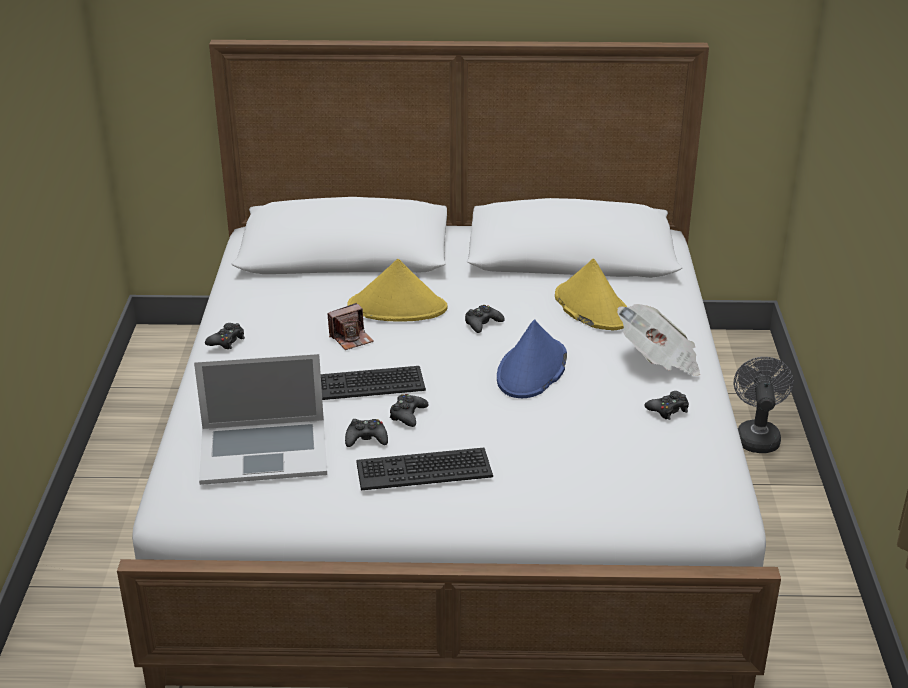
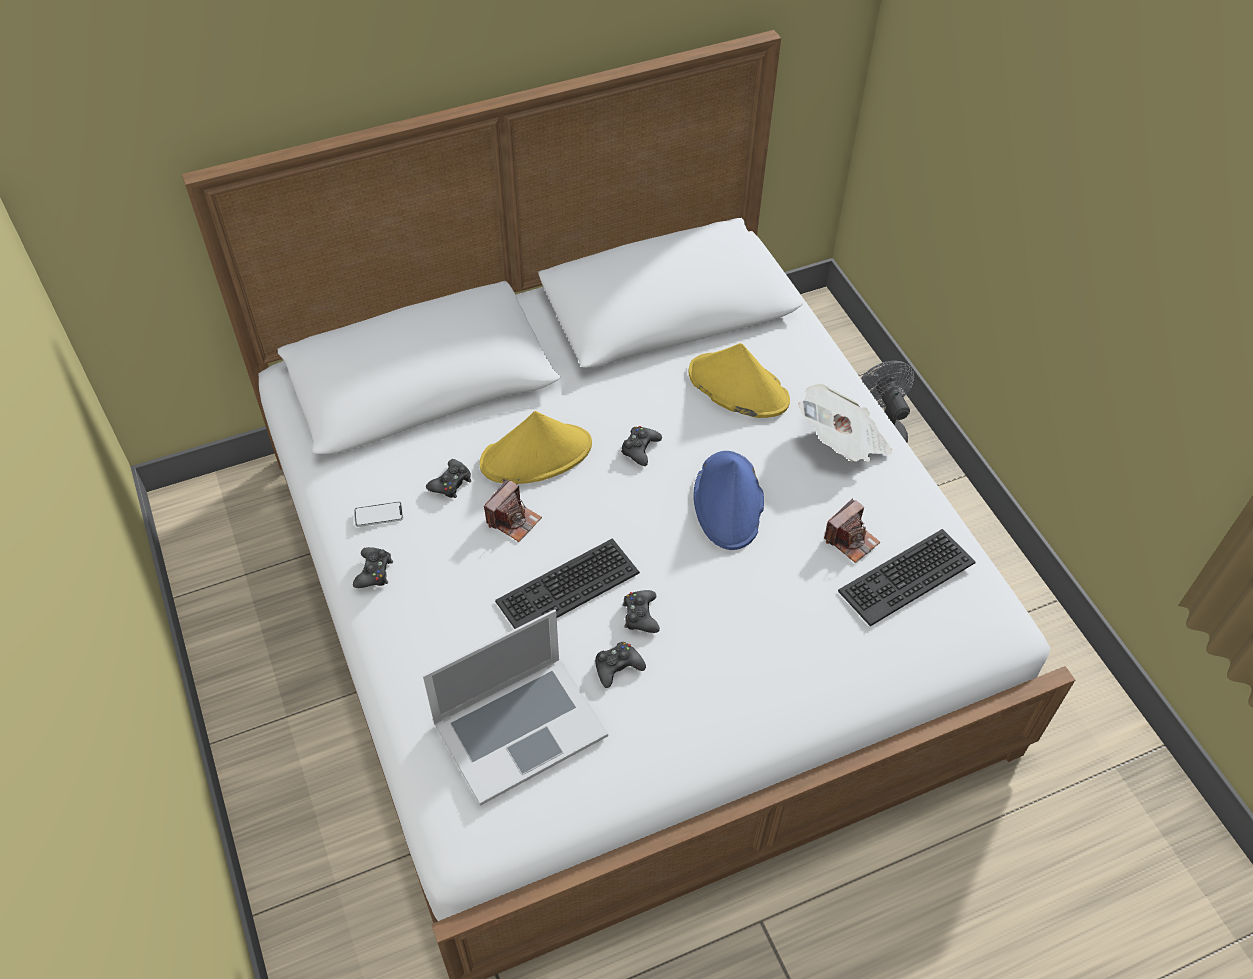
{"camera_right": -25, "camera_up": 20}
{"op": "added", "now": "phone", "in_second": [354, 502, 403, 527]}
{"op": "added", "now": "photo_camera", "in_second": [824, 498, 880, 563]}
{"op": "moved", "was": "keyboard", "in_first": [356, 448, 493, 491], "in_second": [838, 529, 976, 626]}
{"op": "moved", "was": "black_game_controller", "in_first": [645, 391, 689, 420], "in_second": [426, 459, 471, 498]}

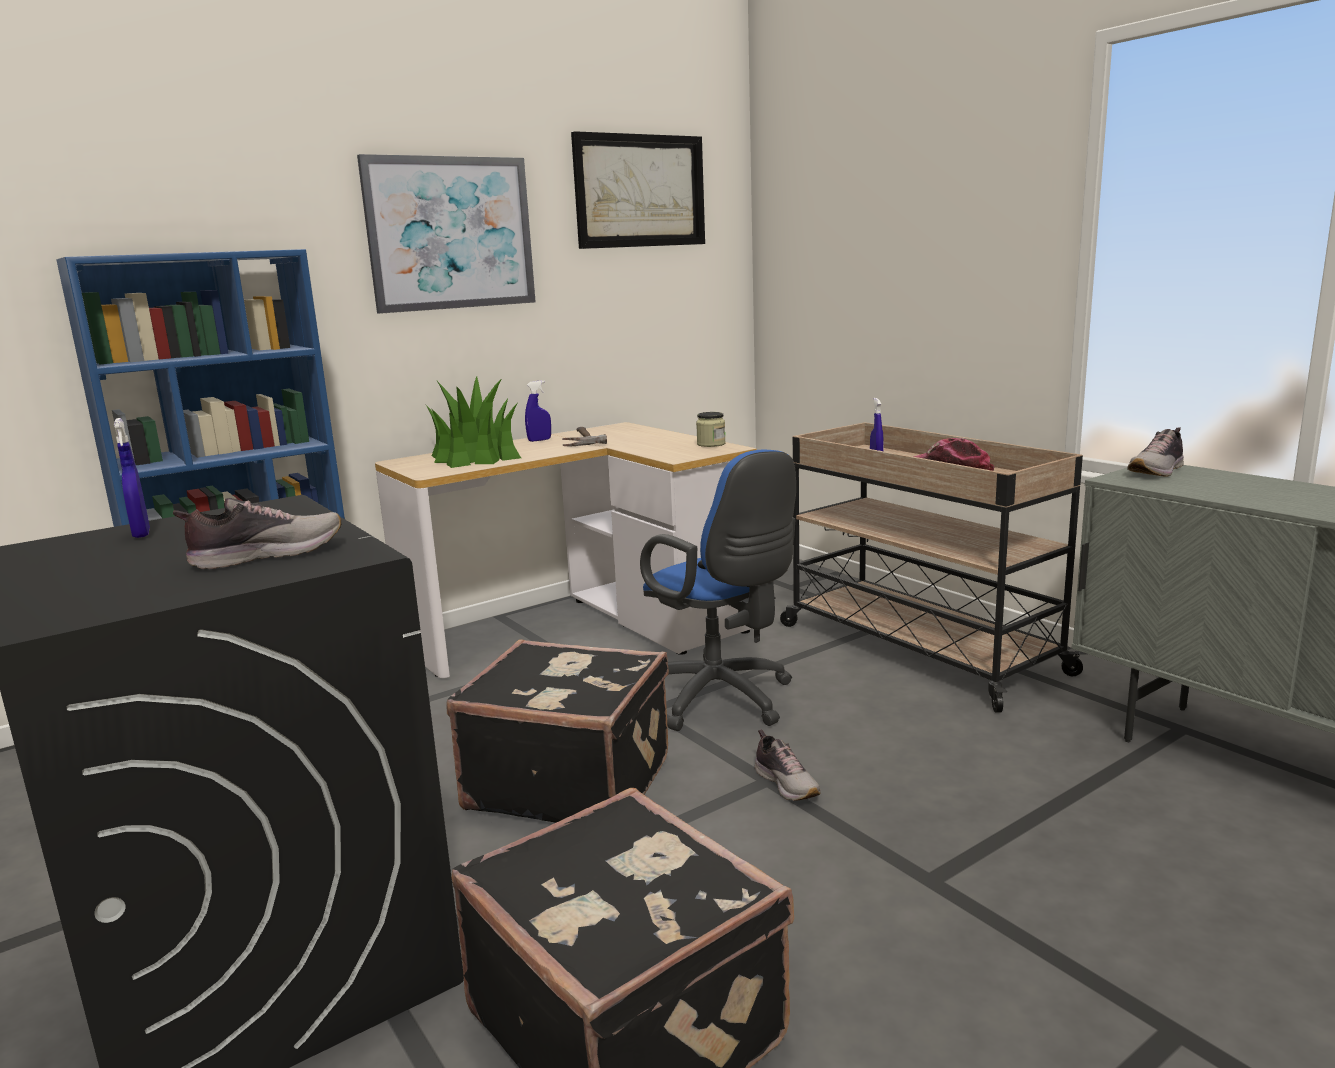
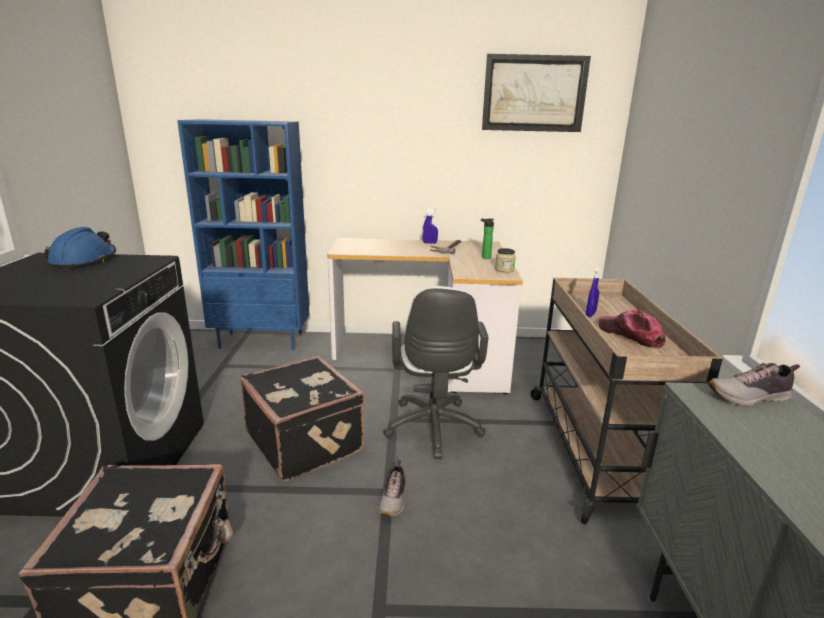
{"camera_right": 35, "camera_up": 5}
{"op": "removed", "was": "shoe", "in_first": [173, 498, 341, 569]}
{"op": "removed", "was": "picture", "in_first": [357, 154, 536, 314]}
{"op": "removed", "was": "potted_plant", "in_first": [426, 377, 521, 468]}
{"op": "added", "now": "bottle", "in_second": [481, 218, 494, 259]}
{"op": "replaced", "was": "blue_spray_bottle", "now": "blue_hard_hat", "in_first": [114, 418, 150, 538], "in_second": [44, 227, 116, 269]}
{"op": "recoloured", "was": "blue_office_chair", "now": "white_office_chair", "in_first": [640, 450, 796, 731], "in_second": [383, 286, 488, 459]}

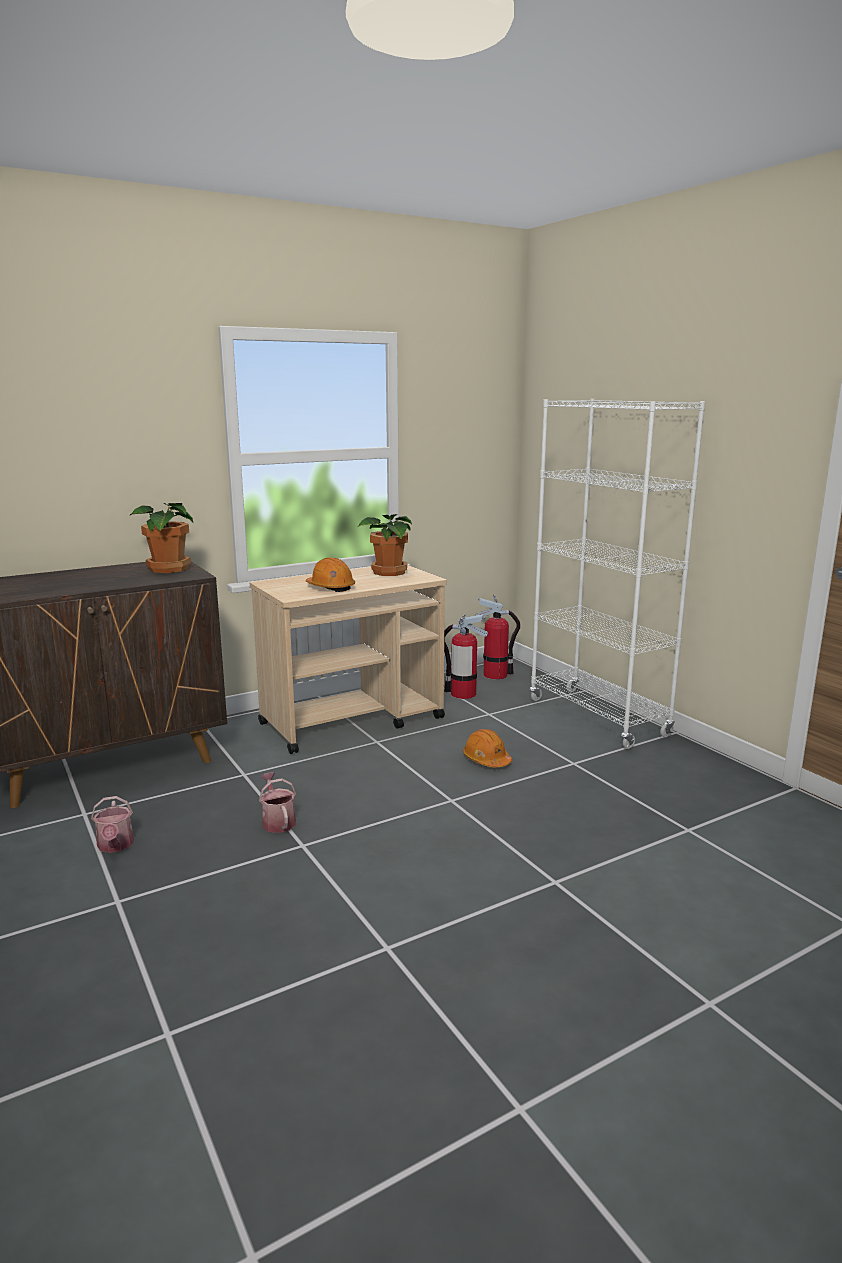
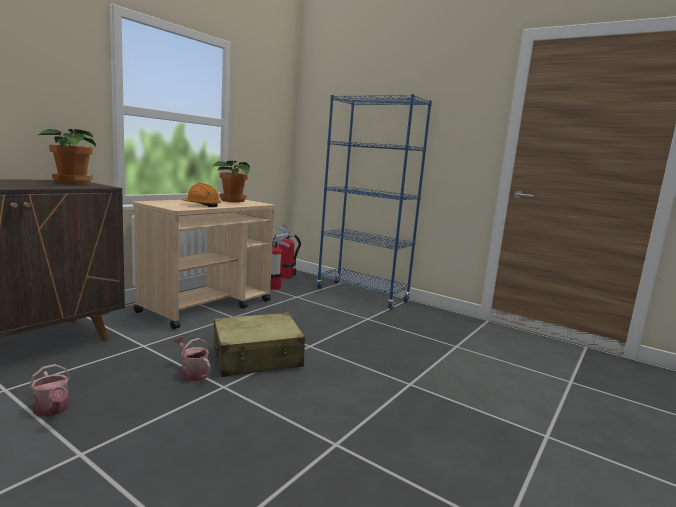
{"camera_right": -25, "camera_up": -5}
{"op": "removed", "was": "orange_hard_hat", "in_first": [463, 729, 512, 767]}
{"op": "added", "now": "beige_suitcase", "in_second": [214, 312, 305, 377]}
{"op": "recoloured", "was": "white_bookcase", "now": "blue_bookcase", "in_first": [530, 399, 705, 749], "in_second": [317, 94, 432, 309]}

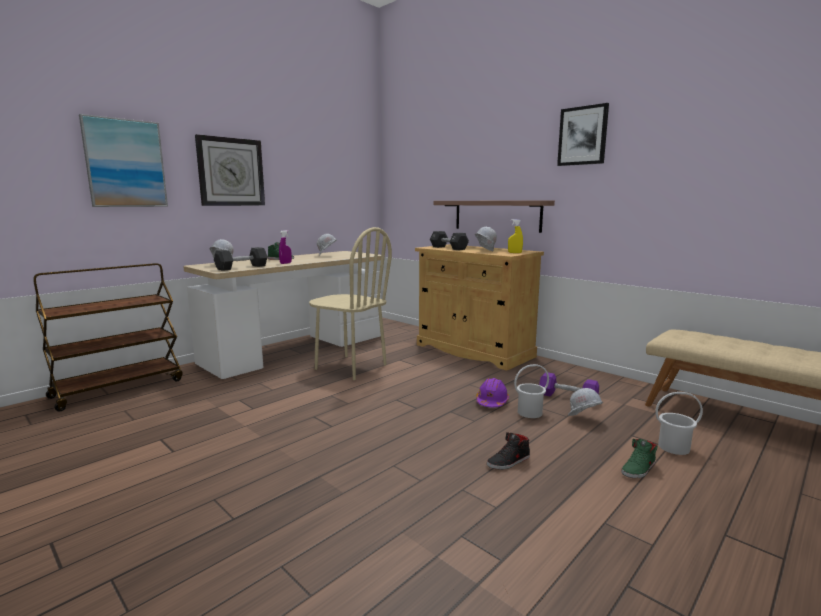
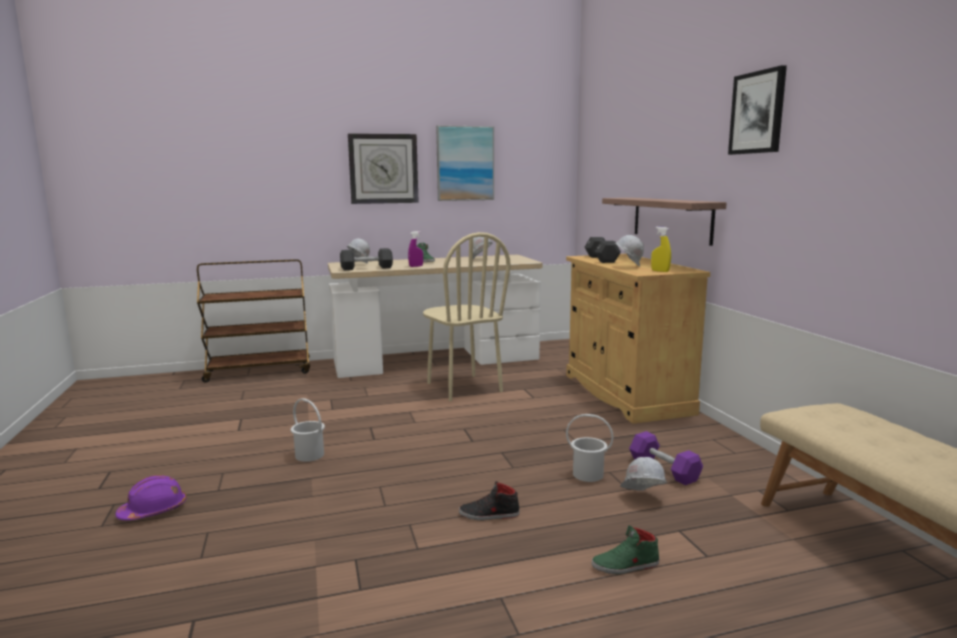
{"camera_right": 30, "camera_up": 0}
{"op": "moved", "was": "picture", "in_first": [79, 114, 168, 207], "in_second": [436, 125, 494, 201]}
{"op": "moved", "was": "purple_hard_hat", "in_first": [476, 378, 509, 407], "in_second": [115, 475, 187, 520]}
{"op": "moved", "was": "white_bucket", "in_first": [655, 392, 703, 455], "in_second": [291, 398, 325, 462]}

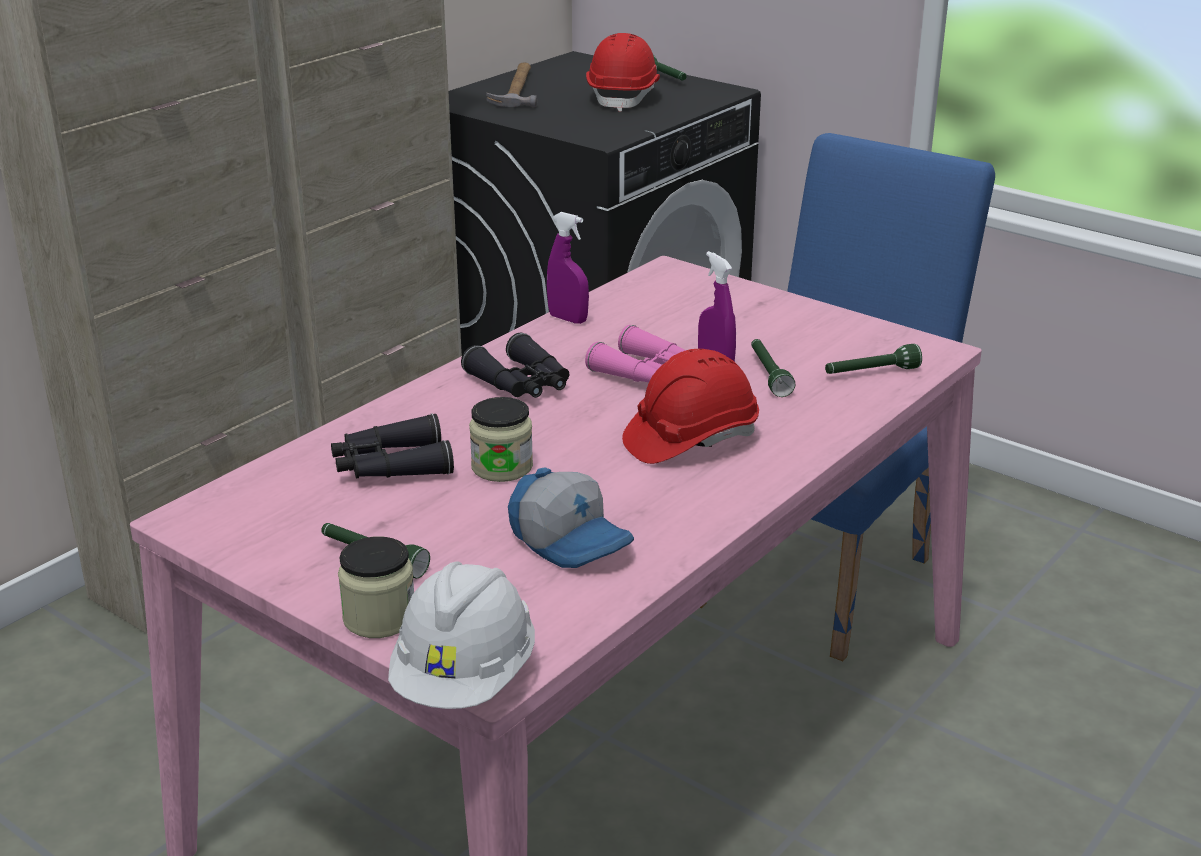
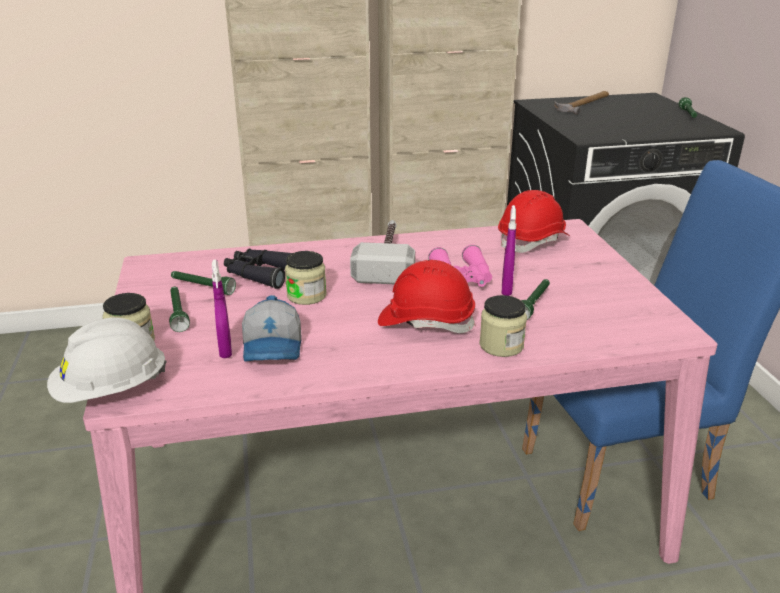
{"camera_right": 40, "camera_up": 0}
{"op": "added", "now": "jar", "in_second": [479, 295, 527, 357]}
{"op": "moved", "was": "purple_spray_bottle", "in_first": [547, 212, 589, 324], "in_second": [212, 260, 232, 358]}
{"op": "moved", "was": "red_hard_hat", "in_first": [586, 33, 660, 112], "in_second": [498, 190, 570, 253]}
{"op": "moved", "was": "green_flashlight", "in_first": [825, 344, 922, 374], "in_second": [171, 271, 236, 295]}
{"op": "replaced", "was": "black_binoculars", "now": "hammer", "in_first": [461, 333, 569, 398], "in_second": [350, 220, 415, 284]}

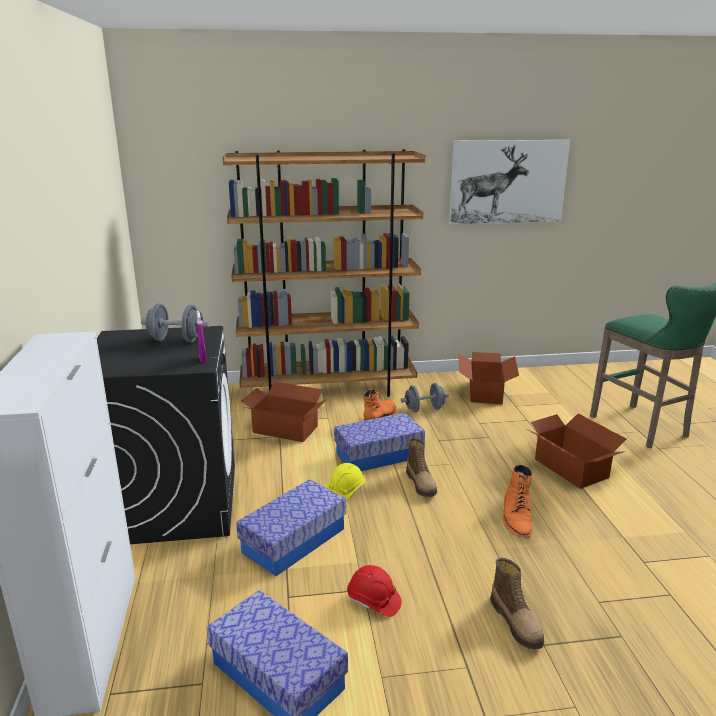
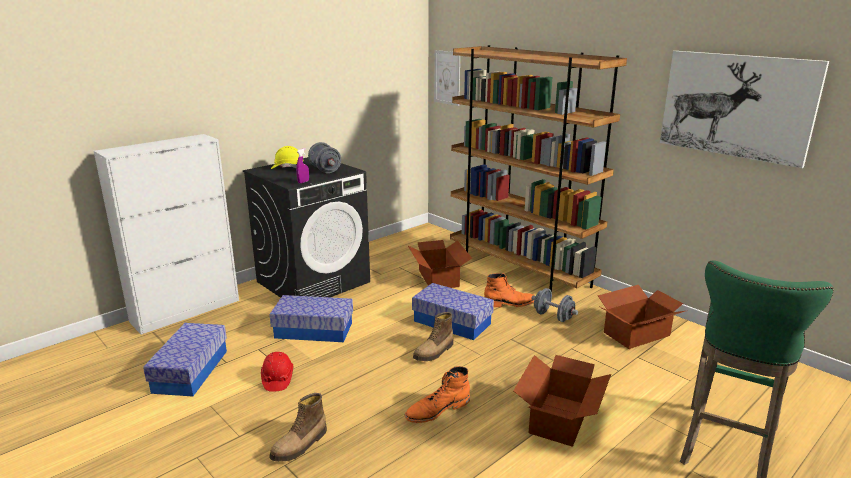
{"camera_right": 55, "camera_up": 0}
{"op": "added", "now": "picture", "in_second": [434, 50, 460, 106]}
{"op": "moved", "was": "yellow_hard_hat", "in_first": [327, 463, 365, 500], "in_second": [271, 146, 304, 169]}

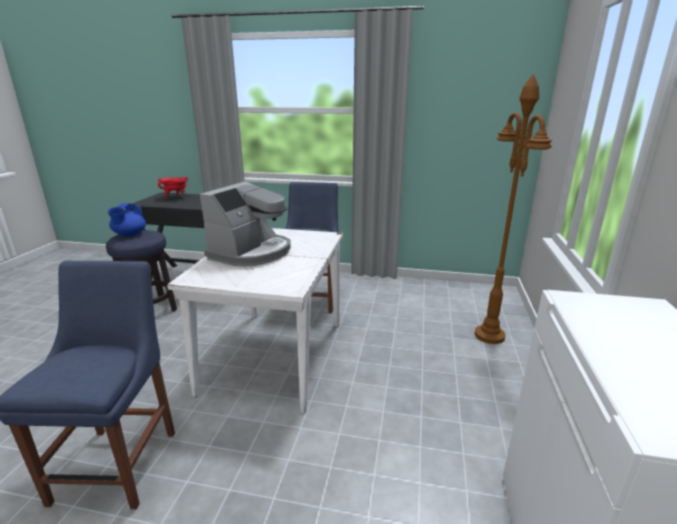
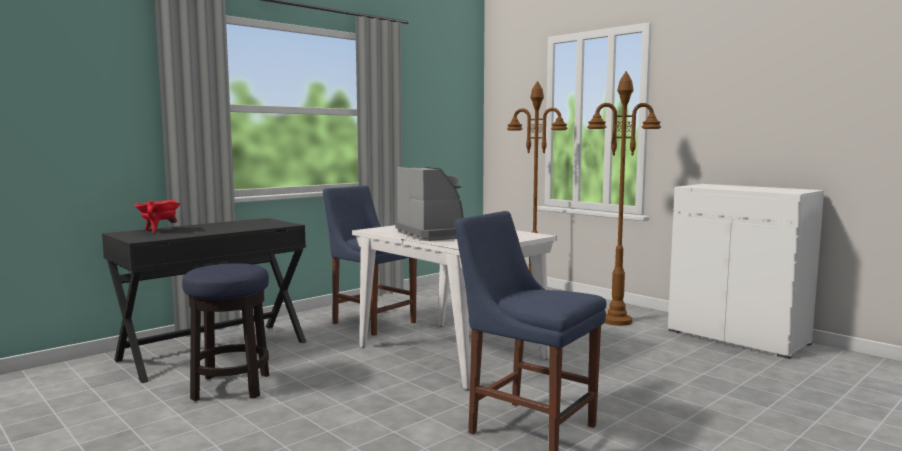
{"camera_right": -55, "camera_up": -15}
{"op": "removed", "was": "blue_teapot", "in_first": [108, 203, 146, 236]}
{"op": "added", "now": "brown_floor_lamp", "in_second": [587, 71, 661, 326]}

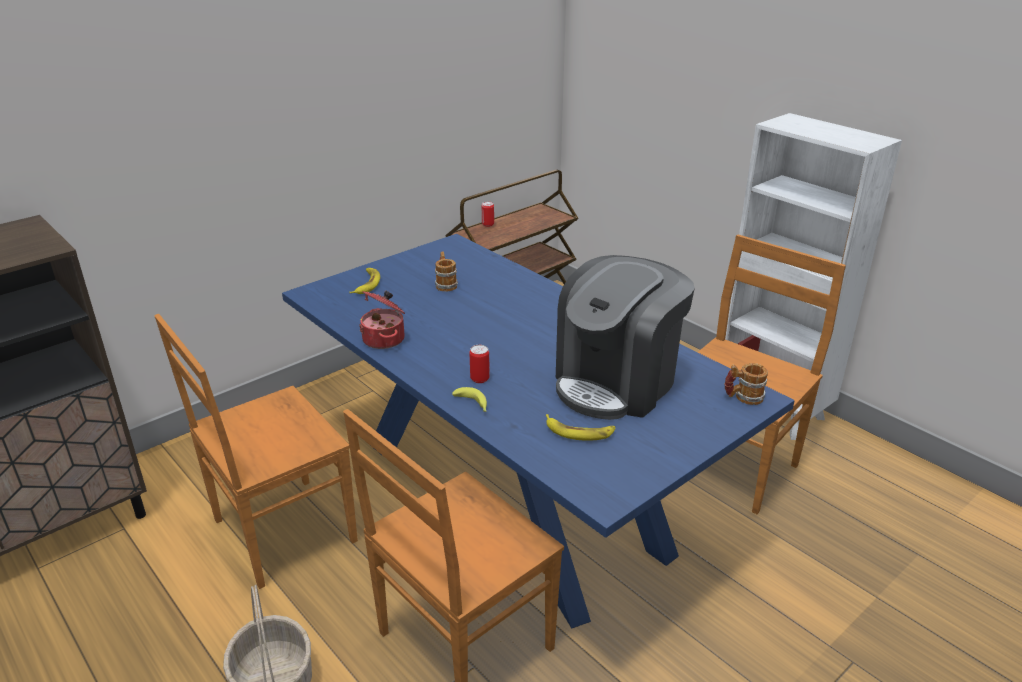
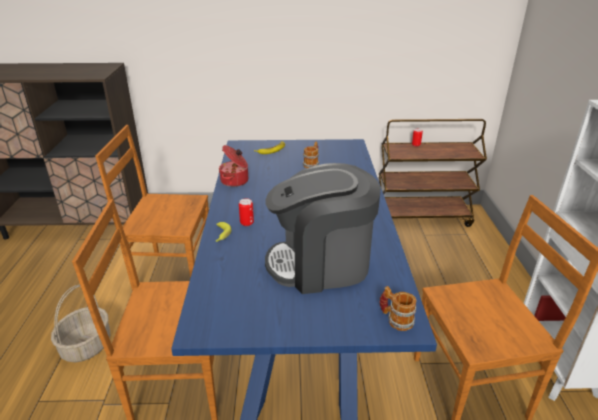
{"camera_right": 40, "camera_up": 0}
{"op": "removed", "was": "banana", "in_first": [546, 414, 616, 440]}

